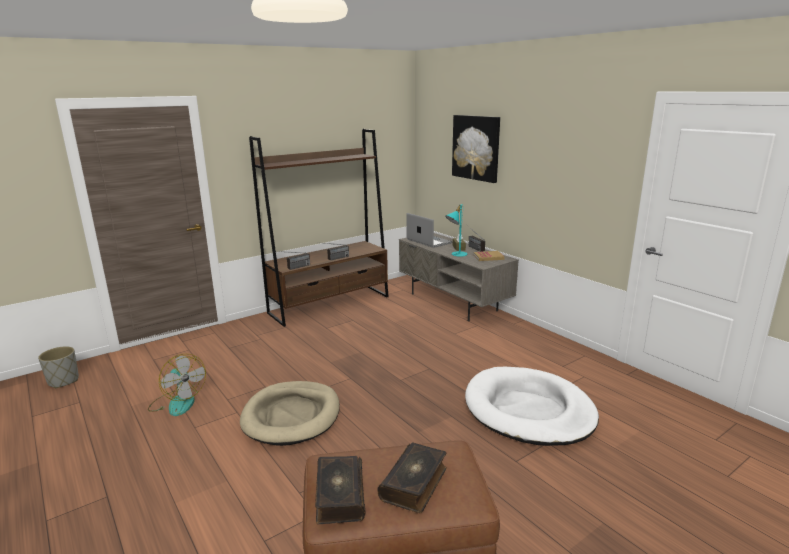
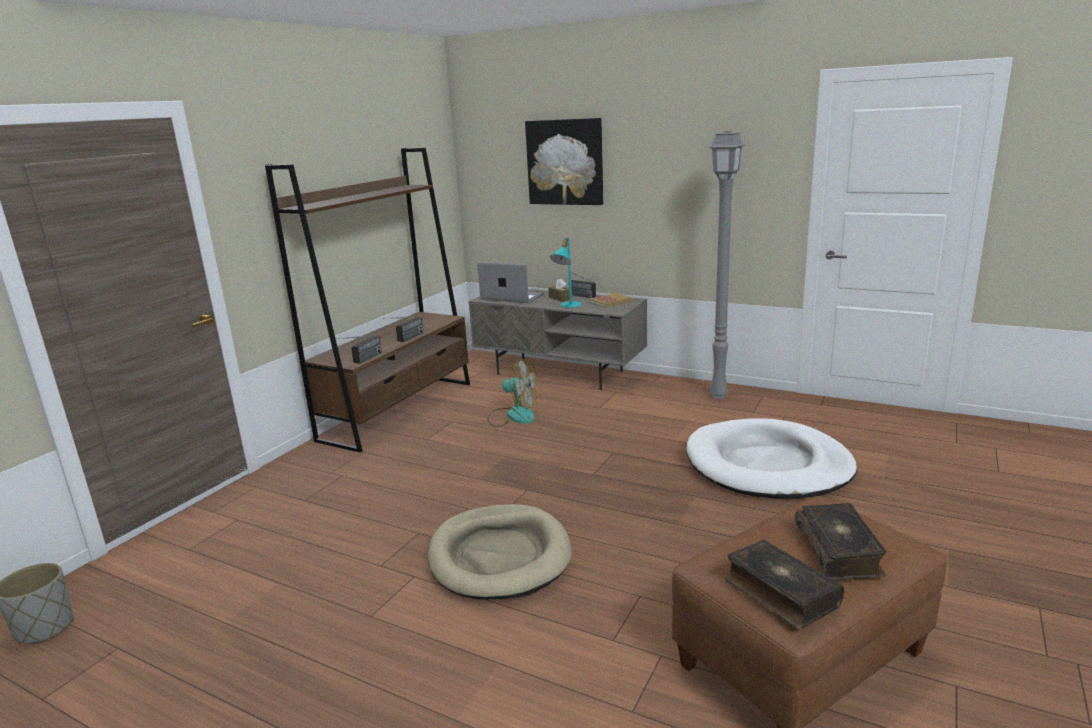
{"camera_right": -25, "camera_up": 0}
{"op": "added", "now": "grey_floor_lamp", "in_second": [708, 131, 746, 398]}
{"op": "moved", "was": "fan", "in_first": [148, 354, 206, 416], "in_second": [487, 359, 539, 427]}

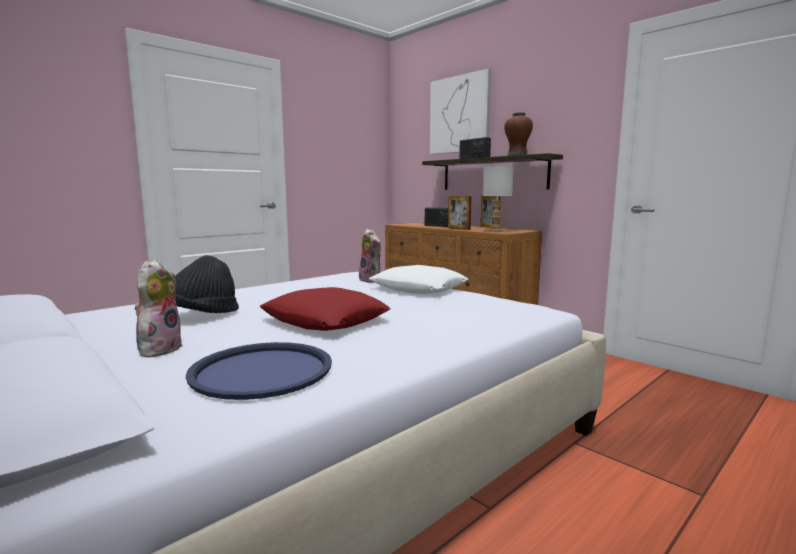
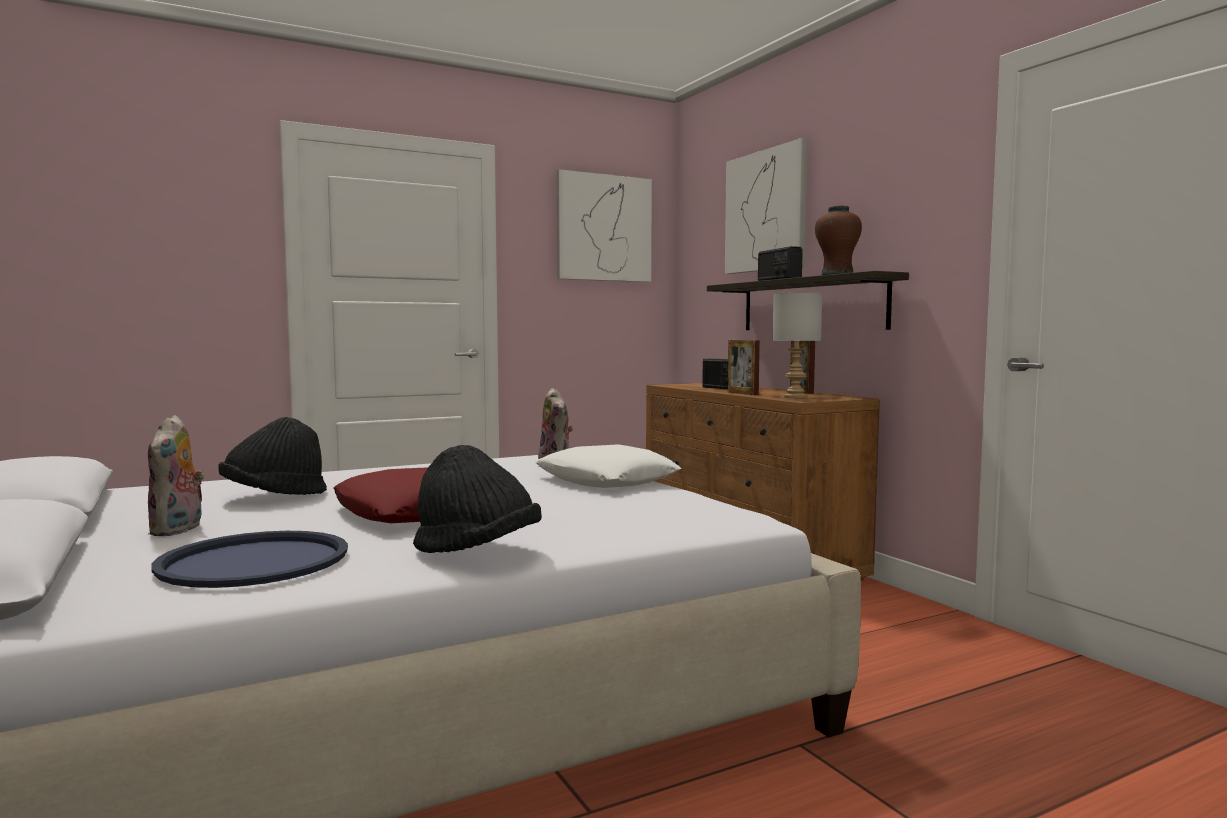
{"camera_right": 15, "camera_up": -5}
{"op": "added", "now": "black_hat", "in_second": [413, 445, 542, 553]}
{"op": "added", "now": "picture", "in_second": [556, 169, 652, 282]}
{"op": "turned", "was": "plush_toy", "in_first": [135, 260, 183, 358], "in_second": [148, 415, 204, 536], "clockwise": 150}

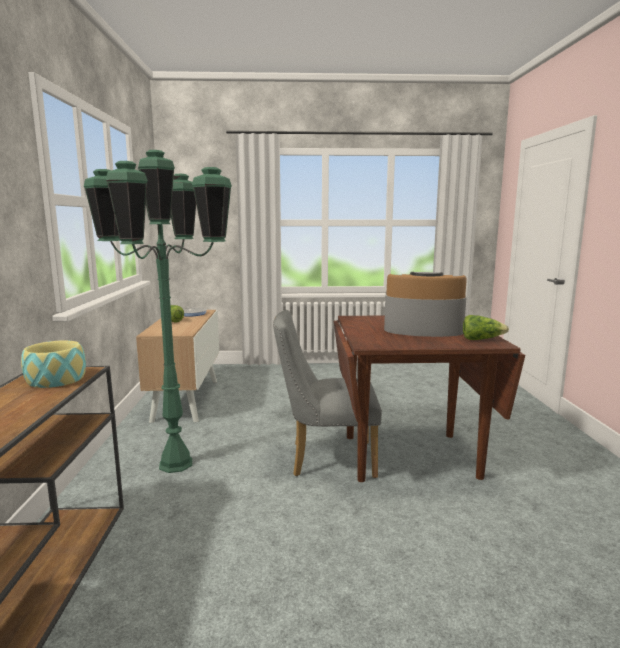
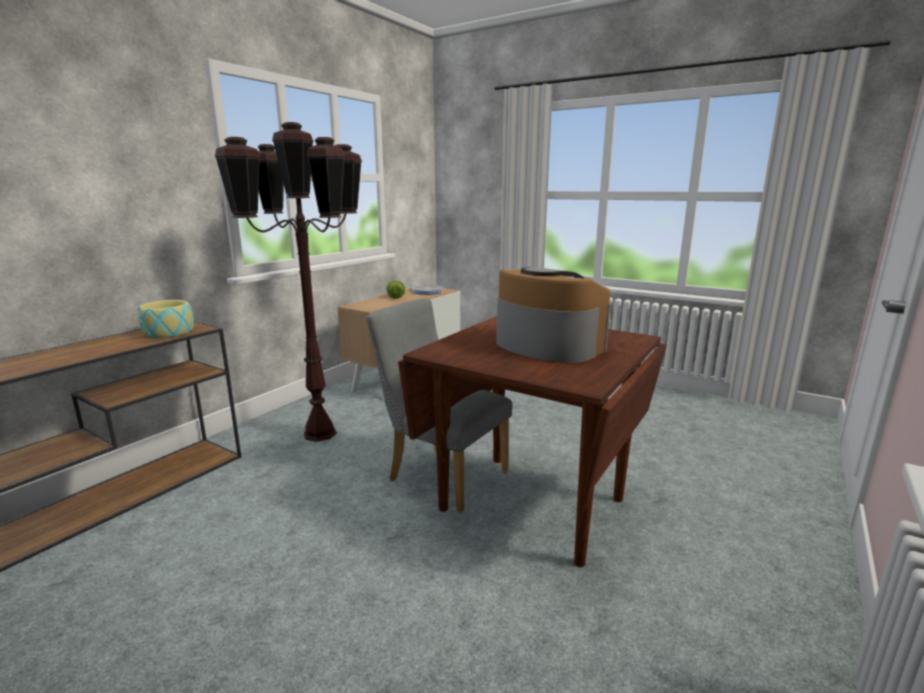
{"camera_right": 35, "camera_up": 5}
{"op": "removed", "was": "lettuce", "in_first": [463, 315, 509, 340]}
{"op": "recoloured", "was": "green_floor_lamp", "now": "brown_floor_lamp", "in_first": [84, 150, 232, 473], "in_second": [215, 122, 362, 442]}

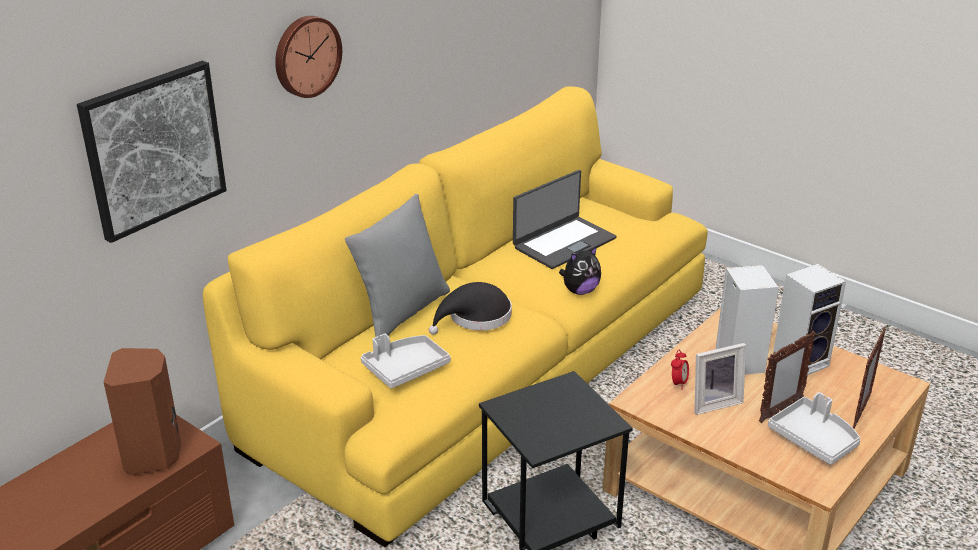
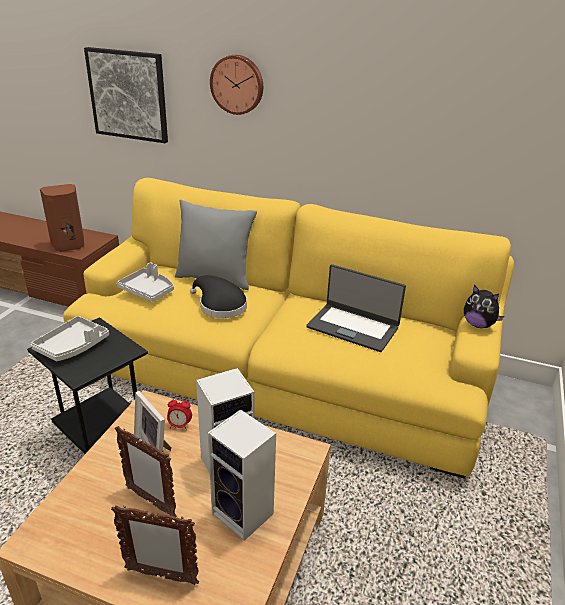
{"camera_right": 70, "camera_up": 0}
{"op": "moved", "was": "plush_toy", "in_first": [559, 246, 601, 295], "in_second": [464, 285, 504, 328]}
{"op": "moved", "was": "grey_tray", "in_first": [768, 392, 861, 465], "in_second": [31, 316, 109, 361]}

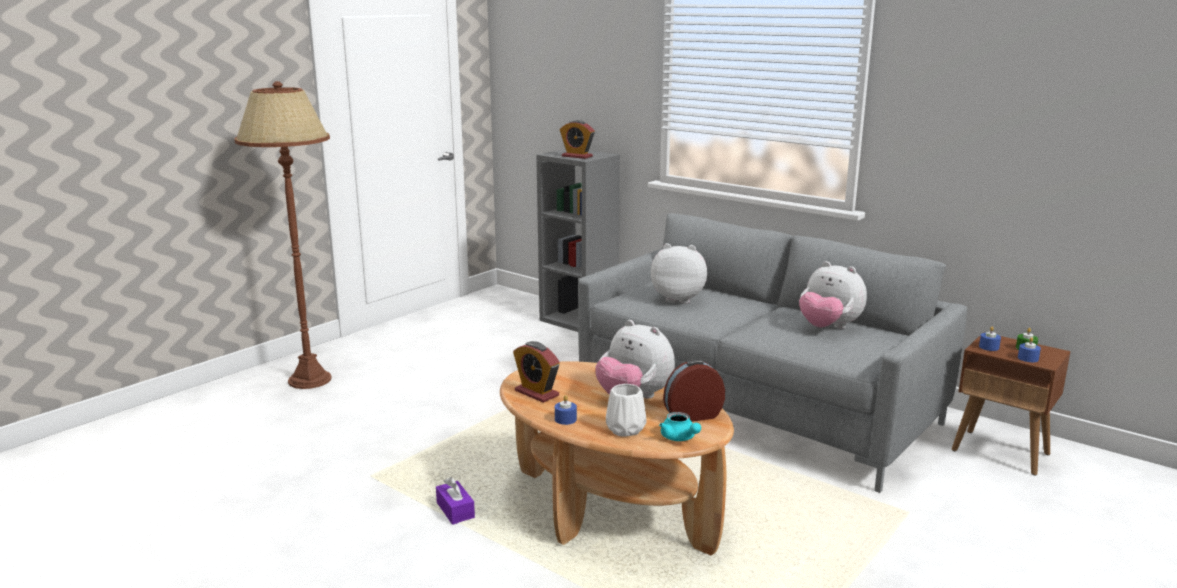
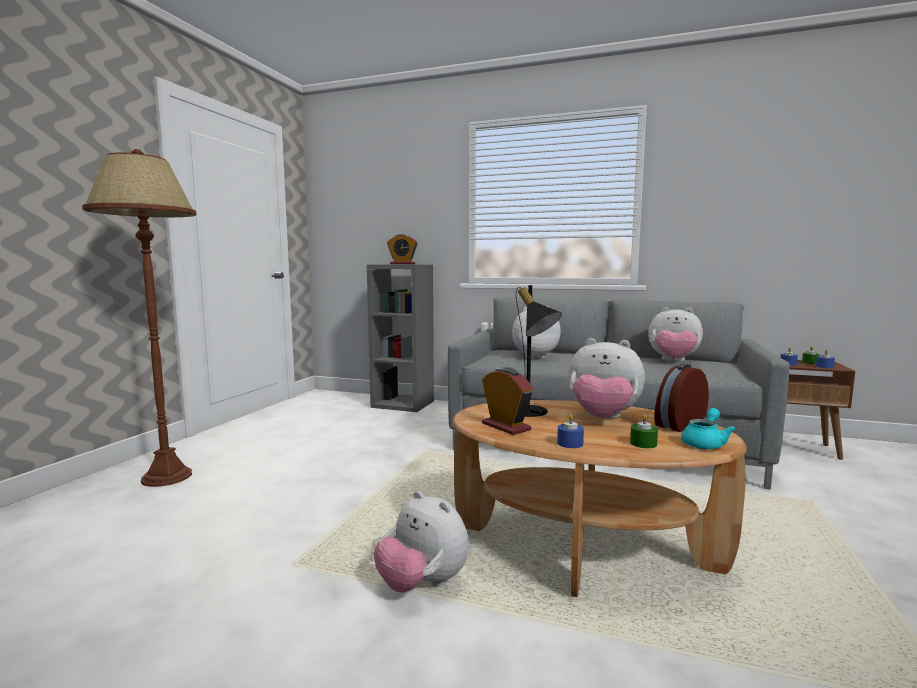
{"camera_right": -20, "camera_up": -10}
{"op": "added", "now": "black_table_lamp", "in_second": [516, 285, 562, 417]}
{"op": "replaced", "was": "purple_tissue_box", "now": "plush_toy", "in_first": [436, 477, 475, 525], "in_second": [374, 491, 469, 592]}
{"op": "replaced", "was": "white_vase", "now": "green_candle", "in_first": [606, 384, 647, 436], "in_second": [630, 414, 658, 448]}
{"op": "turned", "was": "alarm_clock", "in_first": [513, 341, 560, 403], "in_second": [482, 367, 533, 435], "clockwise": -150}
{"op": "turned", "was": "turquoise_teapot", "in_first": [659, 412, 701, 441], "in_second": [681, 408, 736, 449], "clockwise": -90}

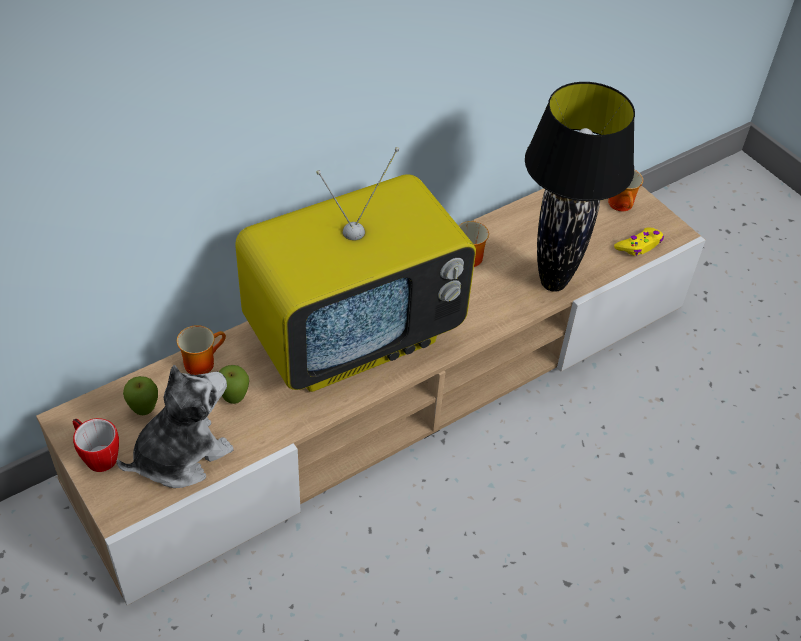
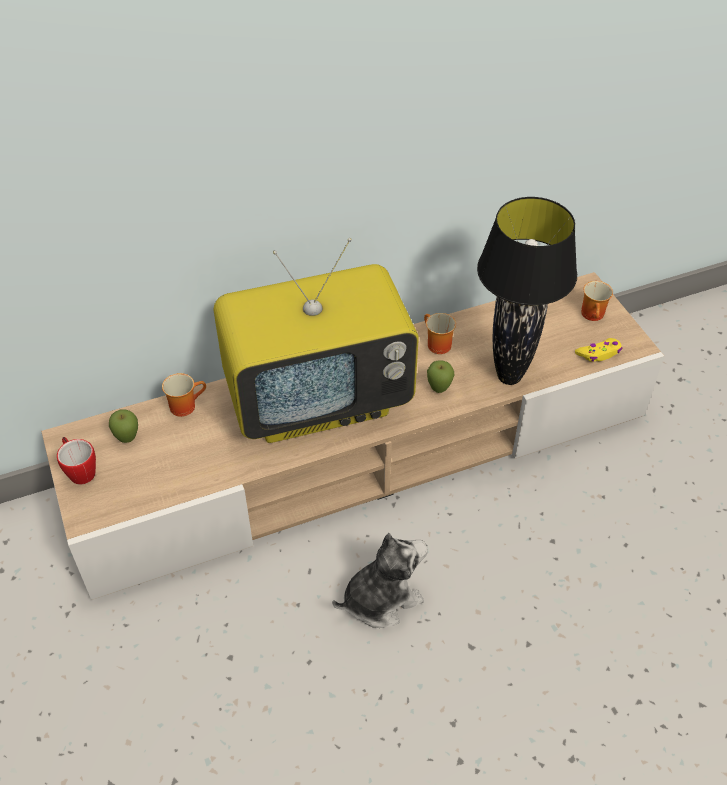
{"camera_right": 15, "camera_up": 0}
{"op": "moved", "was": "plush_toy", "in_first": [116, 365, 234, 488], "in_second": [333, 533, 428, 628]}
{"op": "moved", "was": "apple", "in_first": [219, 365, 249, 404], "in_second": [427, 360, 454, 393]}

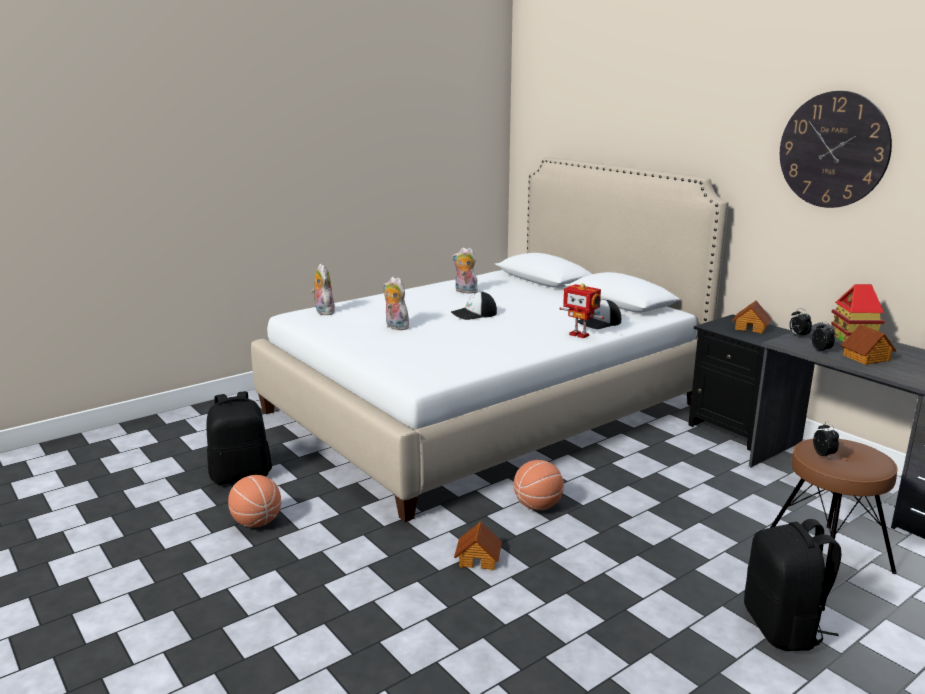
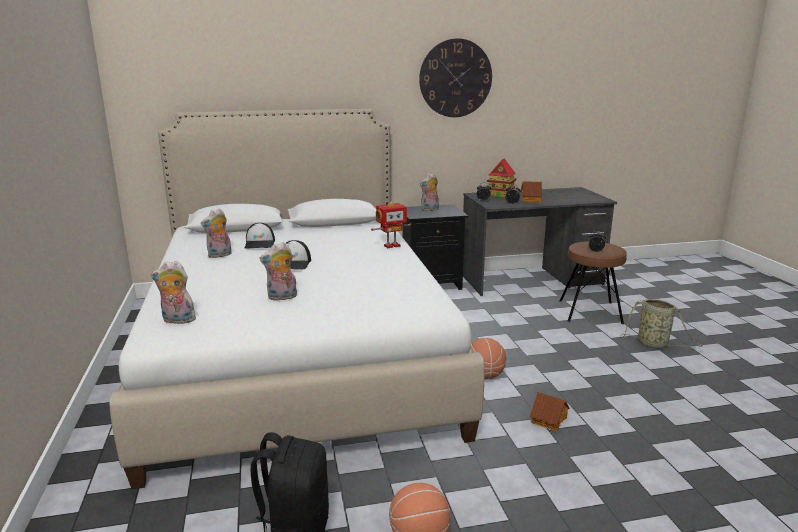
{"camera_right": -65, "camera_up": 0}
{"op": "moved", "was": "cap", "in_first": [575, 299, 621, 329], "in_second": [245, 223, 275, 249]}
{"op": "replaced", "was": "toy_house", "now": "plush_toy", "in_first": [732, 300, 771, 334], "in_second": [420, 173, 439, 211]}
{"op": "replaced", "was": "black_backpack", "now": "basket", "in_first": [744, 519, 842, 651], "in_second": [621, 299, 703, 348]}

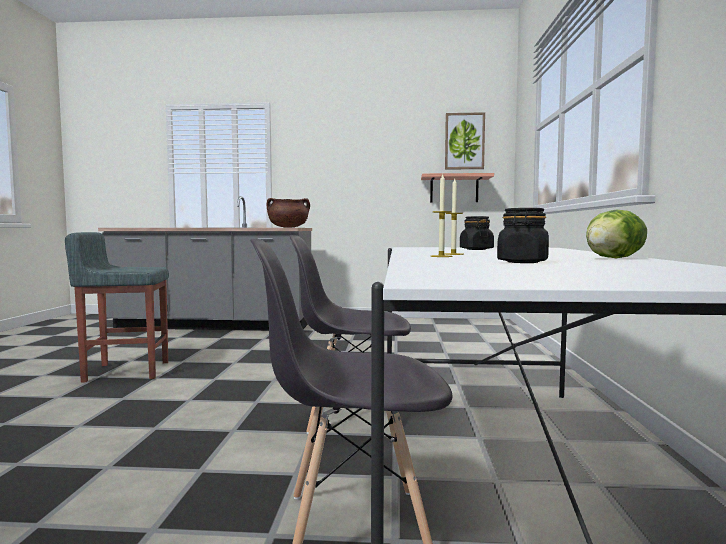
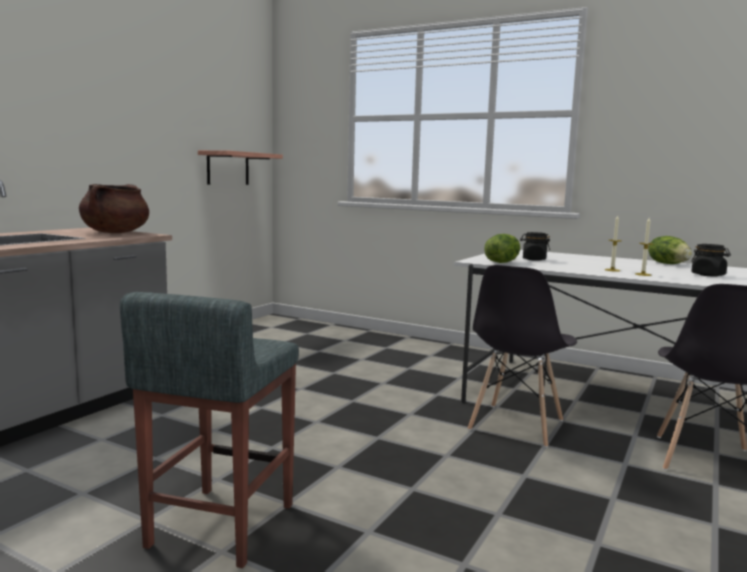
{"camera_right": -65, "camera_up": 5}
{"op": "removed", "was": "picture", "in_first": [445, 112, 485, 170]}
{"op": "added", "now": "lettuce", "in_second": [484, 234, 520, 263]}

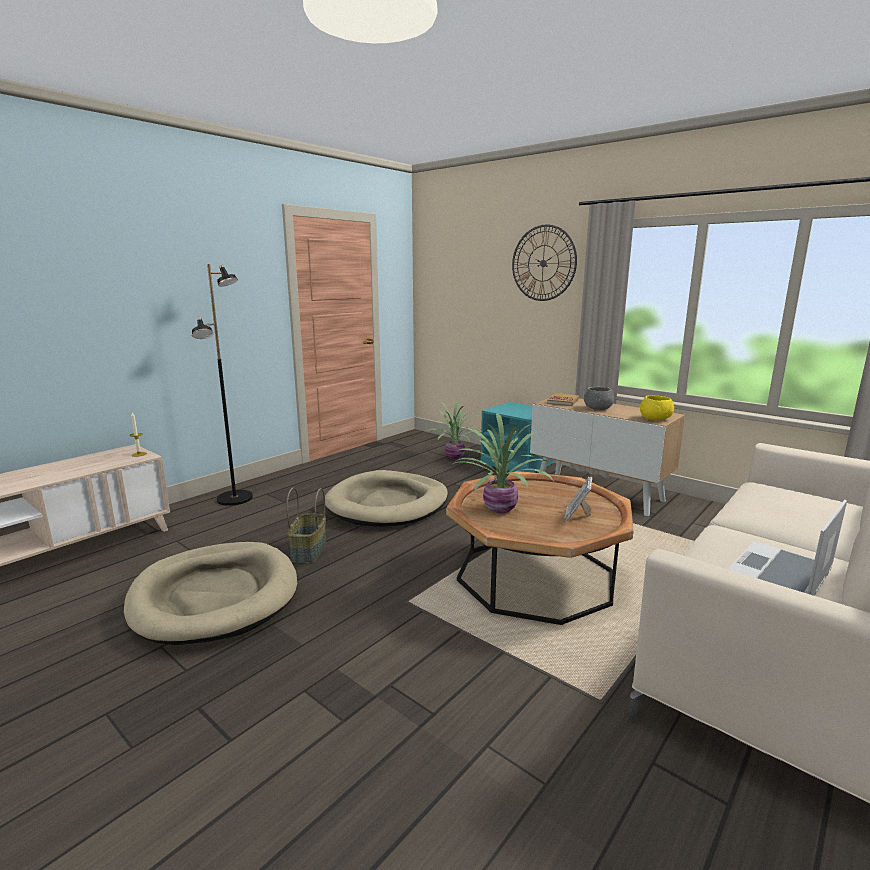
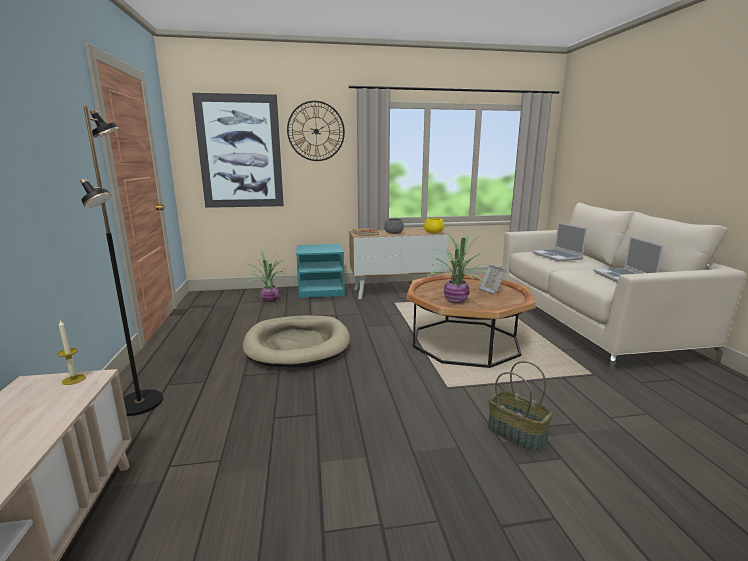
{"camera_right": -50, "camera_up": 0}
{"op": "removed", "was": "beige_dog_bed", "in_first": [124, 542, 297, 645]}
{"op": "added", "now": "picture", "in_second": [192, 93, 284, 208]}
{"op": "added", "now": "laptop", "in_second": [533, 222, 587, 262]}
{"op": "moved", "was": "basket", "in_first": [286, 488, 326, 563], "in_second": [488, 361, 553, 452]}

